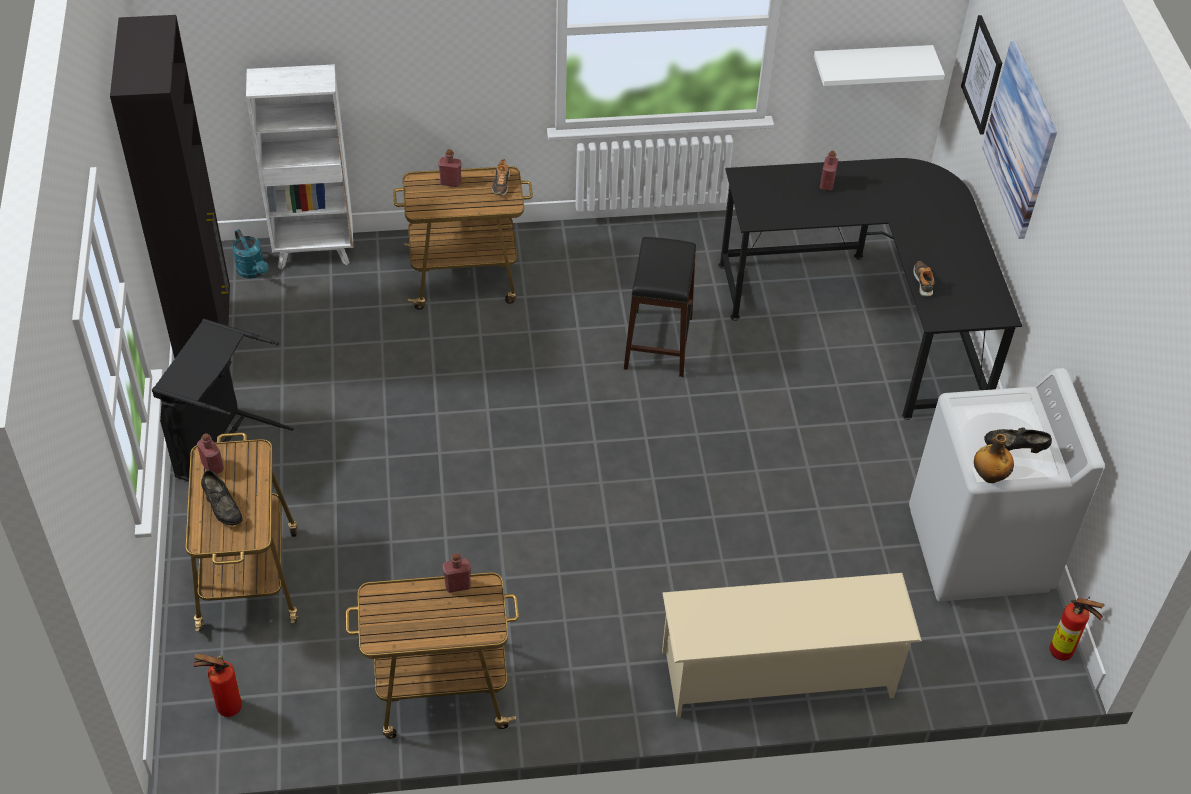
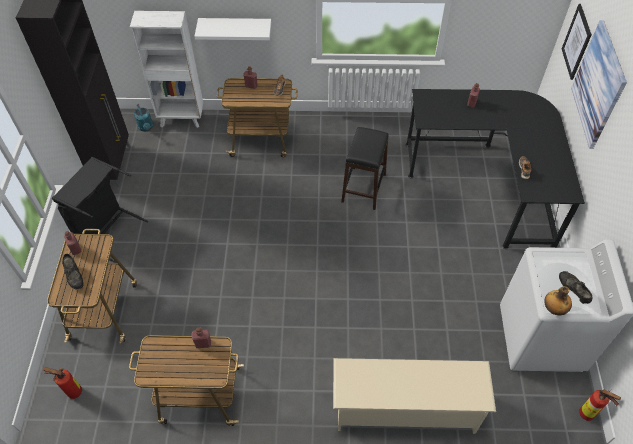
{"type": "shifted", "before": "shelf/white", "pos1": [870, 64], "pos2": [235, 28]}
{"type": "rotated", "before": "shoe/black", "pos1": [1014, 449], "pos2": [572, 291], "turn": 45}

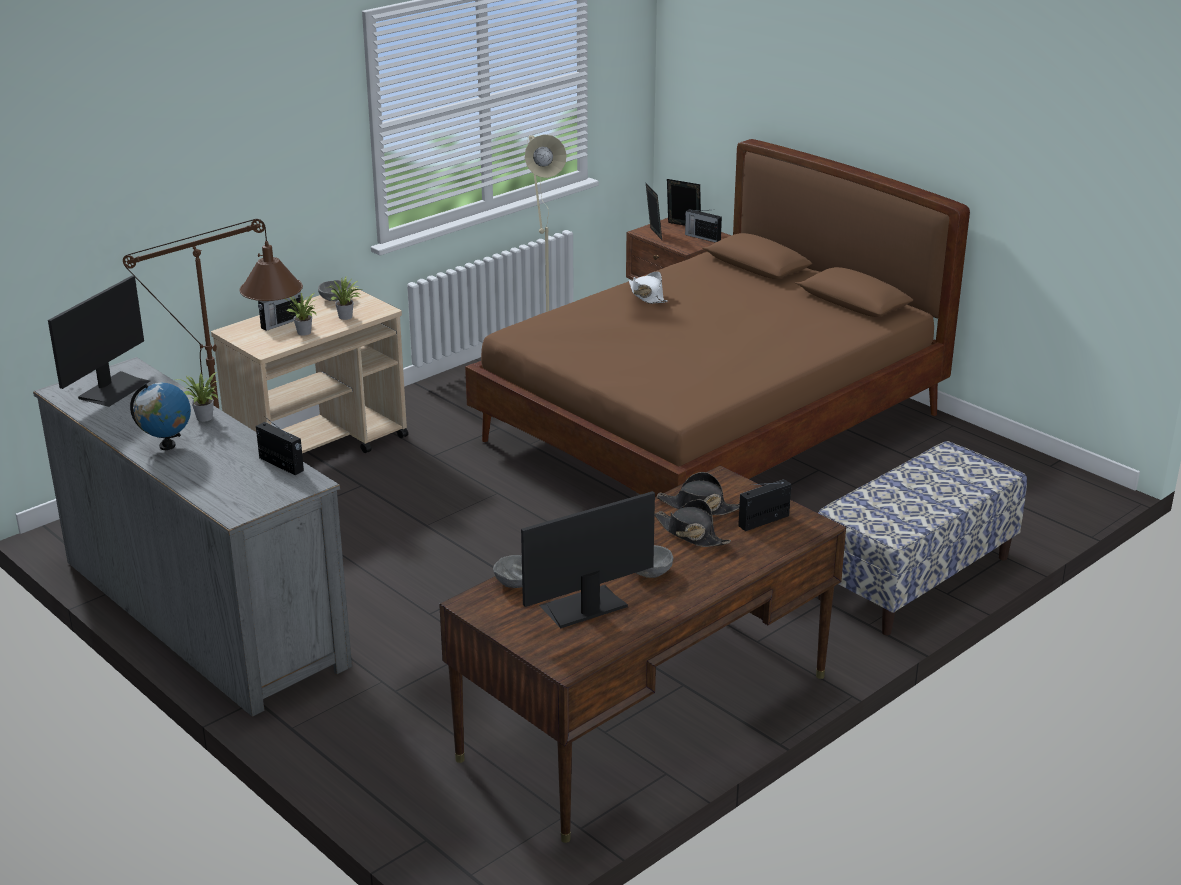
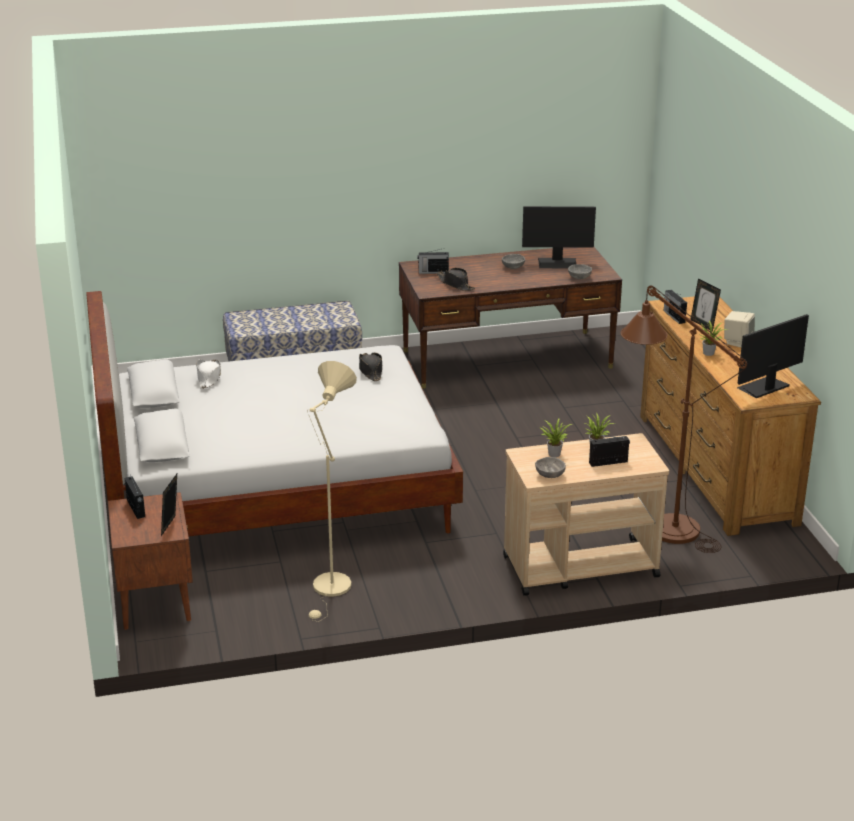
{"type": "repainted", "before": "bed/brown", "after": "bed/white", "pos1": [712, 430], "pos2": [275, 491]}
{"type": "shifted", "before": "picture frame", "pos1": [683, 226], "pos2": [703, 324]}
{"type": "shifted", "before": "hat/white", "pos1": [647, 295], "pos2": [209, 378]}
{"type": "repainted", "before": "dresser/grey", "after": "dresser/brown", "pos1": [202, 612], "pos2": [715, 468]}
{"type": "swapped", "before": "globe", "after": "speaker/beige", "pos1": [167, 446], "pos2": [737, 342]}
{"type": "shifted", "before": "hat/black", "pos1": [691, 534], "pos2": [370, 371]}

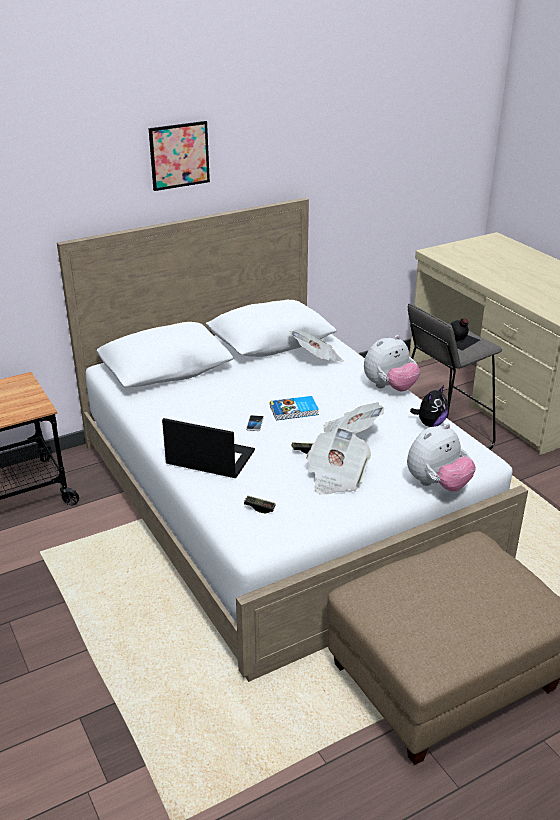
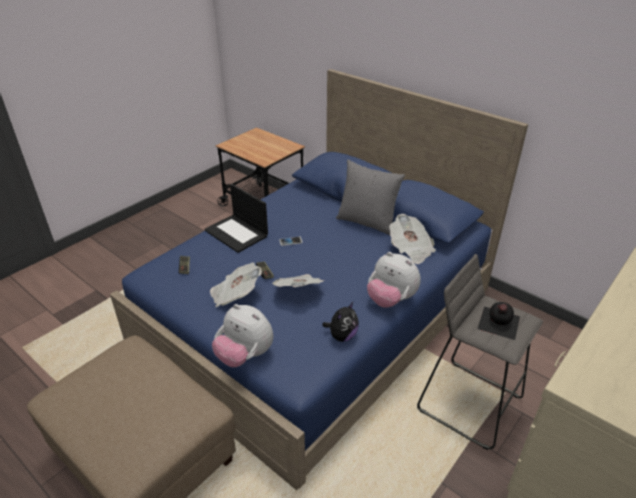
{"type": "gone", "before": "picture", "pos1": [179, 155]}
{"type": "repainted", "before": "bed/white", "after": "bed/blue", "pos1": [280, 499], "pos2": [319, 316]}
{"type": "rotated", "before": "plush toy", "pos1": [430, 424], "pos2": [342, 336], "turn": -75}
{"type": "gone", "before": "book", "pos1": [294, 411]}
{"type": "rotated", "before": "laptop", "pos1": [209, 458], "pos2": [237, 233], "turn": 135}
{"type": "new", "after": "pillow/grey", "pos2": [367, 222]}

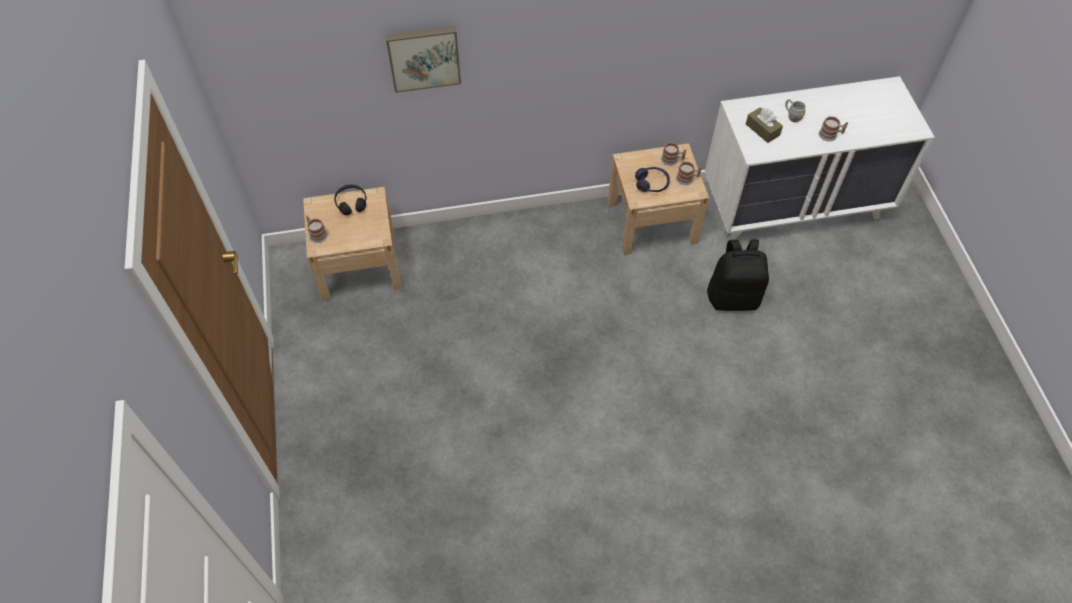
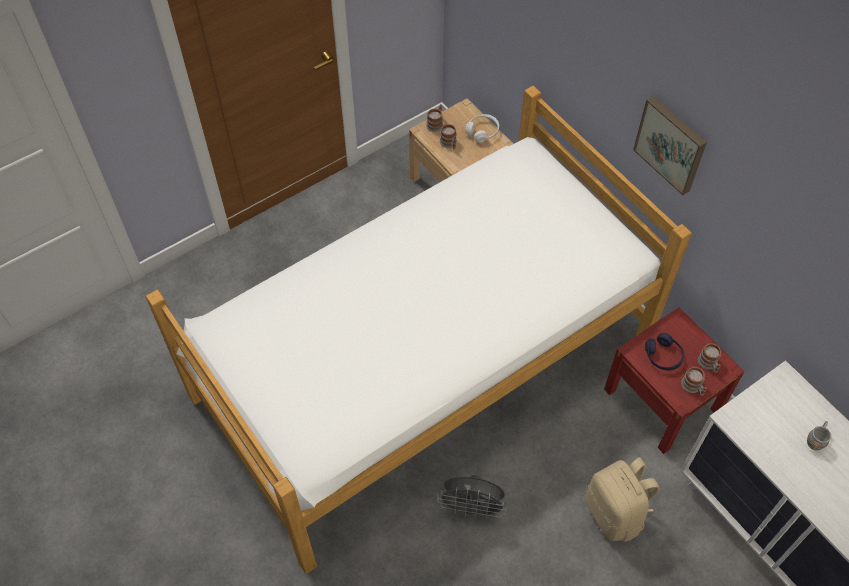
{"type": "shifted", "before": "picture", "pos1": [423, 57], "pos2": [671, 144]}
{"type": "gone", "before": "tissue box/brown", "pos1": [762, 130]}
{"type": "shifted", "before": "mug", "pos1": [830, 135], "pos2": [449, 144]}
{"type": "repainted", "before": "nightstand/beige", "after": "nightstand/red", "pos1": [652, 222], "pos2": [662, 400]}
{"type": "repainted", "before": "headphones/black", "after": "headphones/white", "pos1": [351, 203], "pos2": [482, 132]}
{"type": "repainted", "before": "backpack/black", "after": "backpack/beige", "pos1": [733, 297], "pos2": [615, 513]}
{"type": "new", "after": "bed", "pos2": [425, 367]}
{"type": "new", "after": "fan/grey", "pos2": [472, 508]}

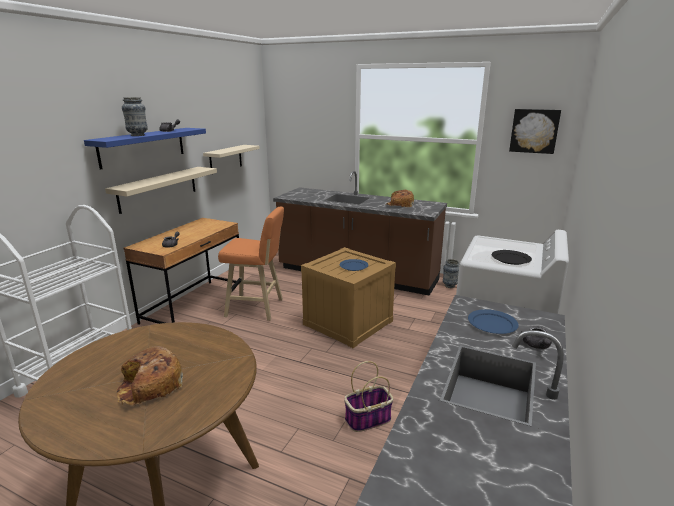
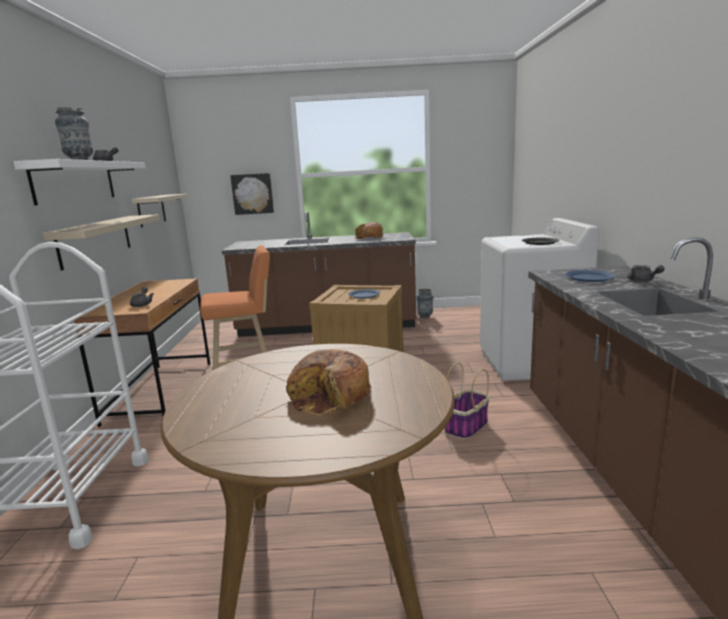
{"type": "shifted", "before": "picture", "pos1": [534, 131], "pos2": [252, 194]}
{"type": "repainted", "before": "shelf/blue", "after": "shelf/white", "pos1": [143, 147], "pos2": [75, 182]}

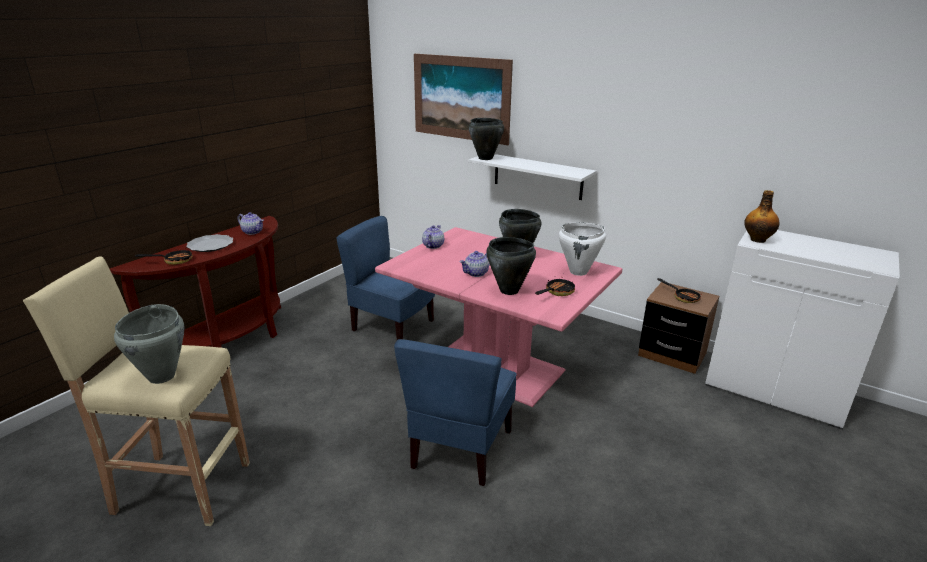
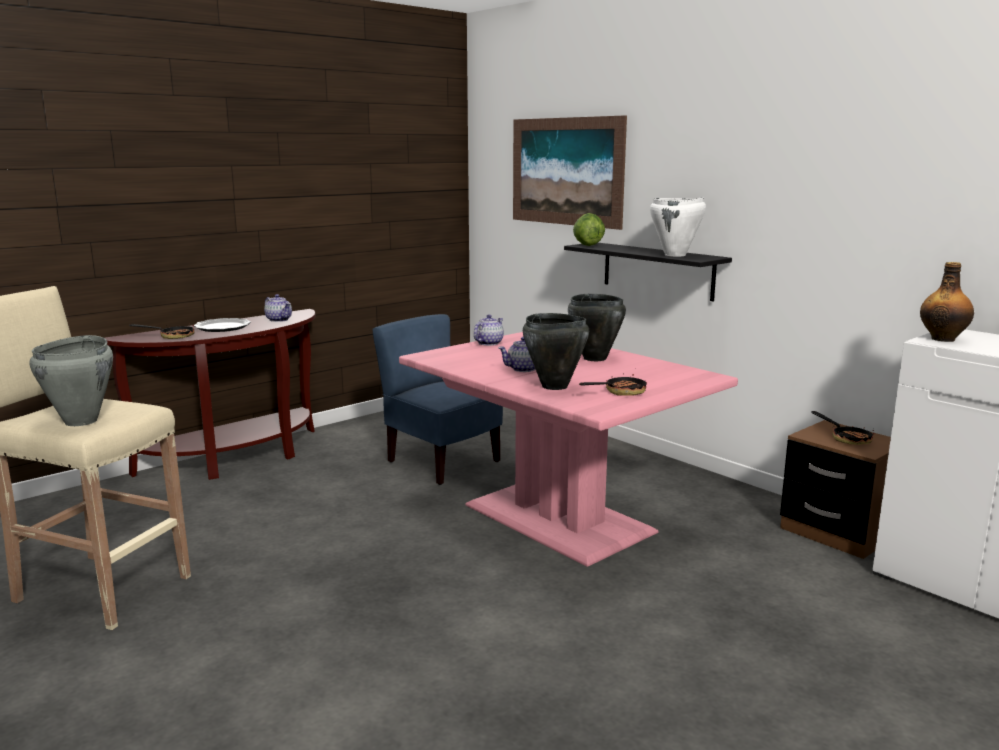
{"type": "swapped", "before": "cooking pot/black", "after": "lettuce", "pos1": [485, 158], "pos2": [587, 245]}
{"type": "repainted", "before": "shelf/white", "after": "shelf/black", "pos1": [537, 176], "pos2": [657, 270]}
{"type": "shifted", "before": "cooking pot/white", "pos1": [579, 272], "pos2": [675, 255]}
{"type": "gone", "before": "chair/blue", "pos1": [460, 449]}

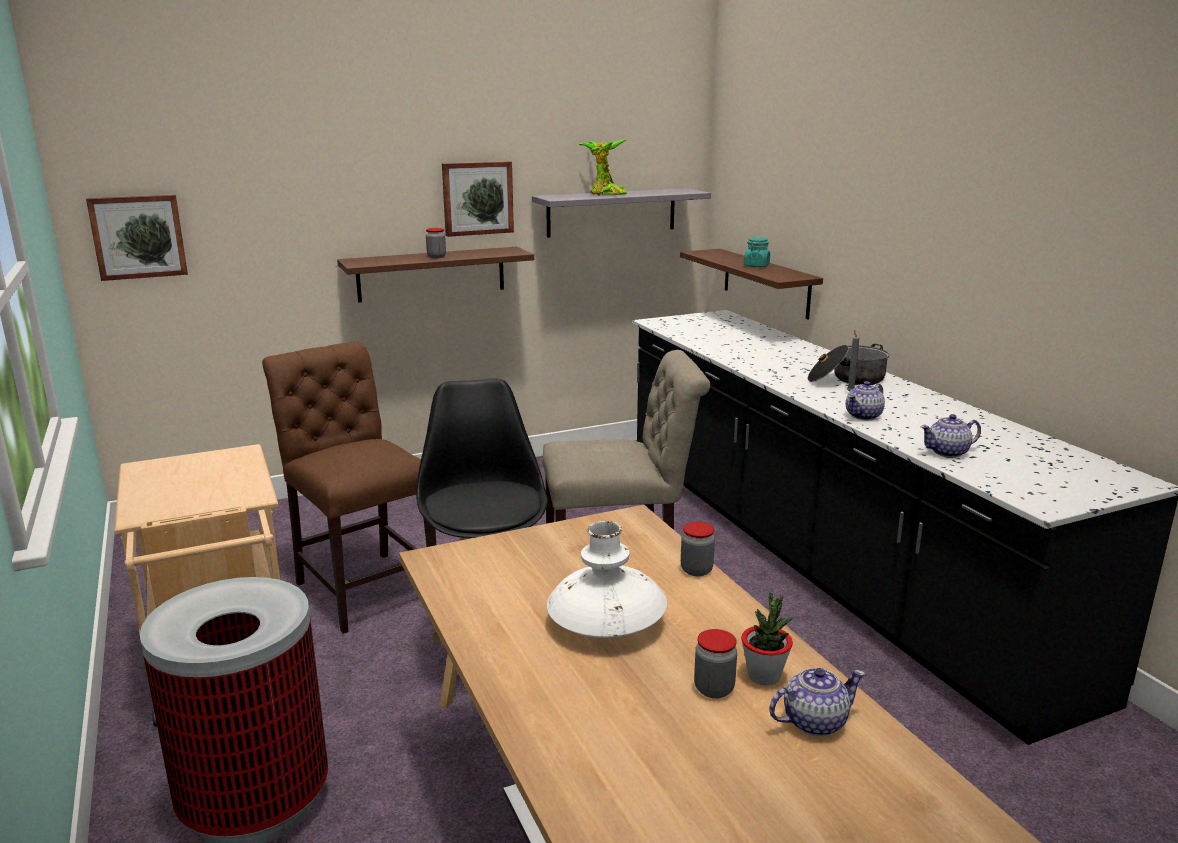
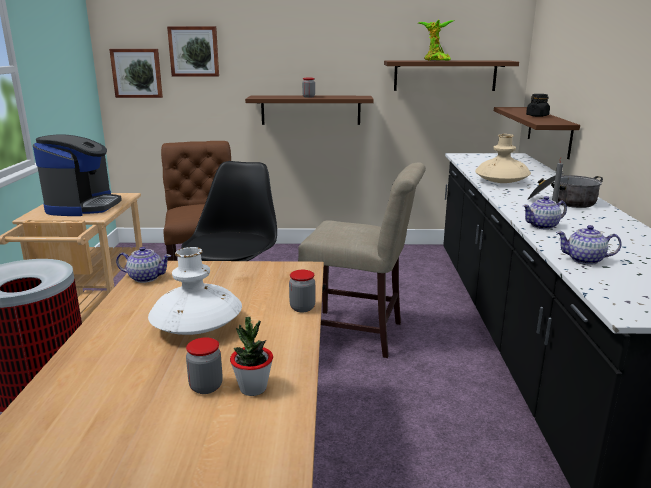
{"type": "shifted", "before": "picture", "pos1": [477, 198], "pos2": [194, 51]}
{"type": "repainted", "before": "shelf/grey", "after": "shelf/brown", "pos1": [611, 212], "pos2": [445, 75]}
{"type": "repainted", "before": "jar/turquoise", "after": "jar/black", "pos1": [756, 266], "pos2": [537, 116]}
{"type": "shifted", "before": "teapot", "pos1": [813, 722], "pos2": [145, 278]}
{"type": "new", "after": "coffee machine", "pos2": [83, 206]}
{"type": "new", "after": "vase/beige", "pos2": [501, 182]}

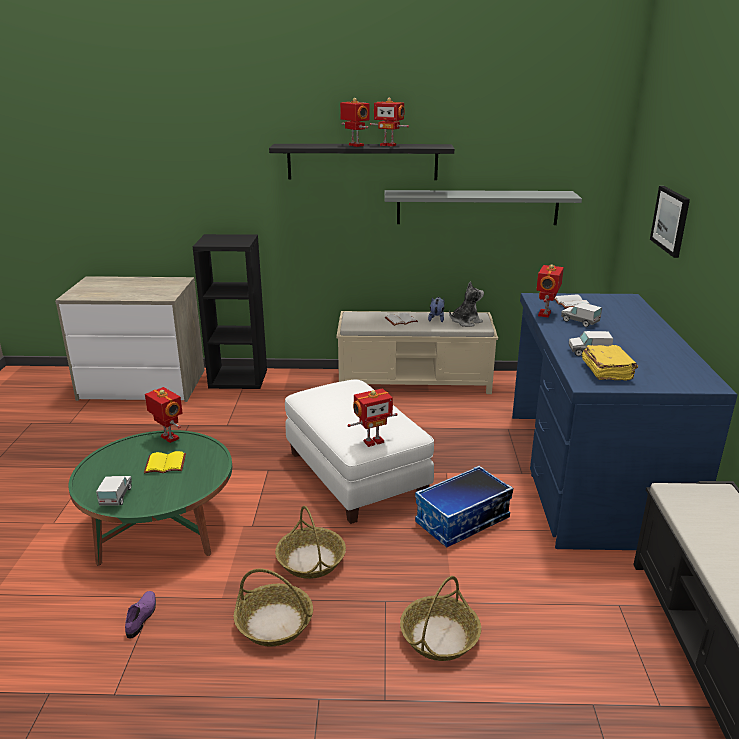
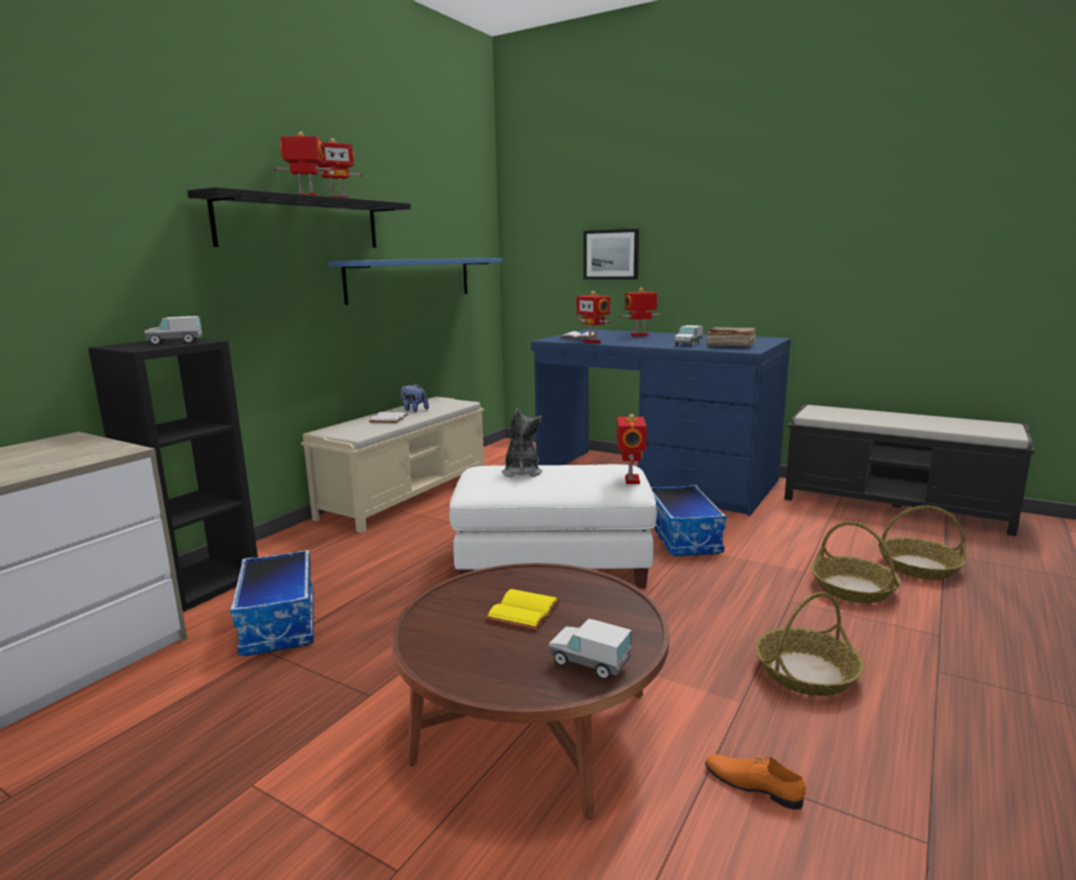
{"type": "repainted", "before": "shelf/grey", "after": "shelf/blue", "pos1": [477, 207], "pos2": [410, 279]}
{"type": "shifted", "before": "plush toy", "pos1": [465, 322], "pos2": [521, 472]}
{"type": "shifted", "before": "toy truck", "pos1": [580, 322], "pos2": [175, 342]}
{"type": "repainted", "before": "book/yellow", "after": "book/brown", "pos1": [607, 371], "pos2": [730, 346]}
{"type": "shifted", "before": "toy robot", "pos1": [168, 438], "pos2": [640, 335]}
{"type": "repainted", "before": "coffee table/green", "after": "coffee table/brown", "pos1": [161, 526], "pos2": [532, 727]}
{"type": "shifted", "before": "basket", "pos1": [310, 560], "pos2": [918, 567]}
{"type": "repainted", "before": "shoe/purple", "after": "shoe/orange", "pos1": [142, 616], "pos2": [753, 784]}
{"type": "new", "after": "storage box", "pos2": [281, 622]}

